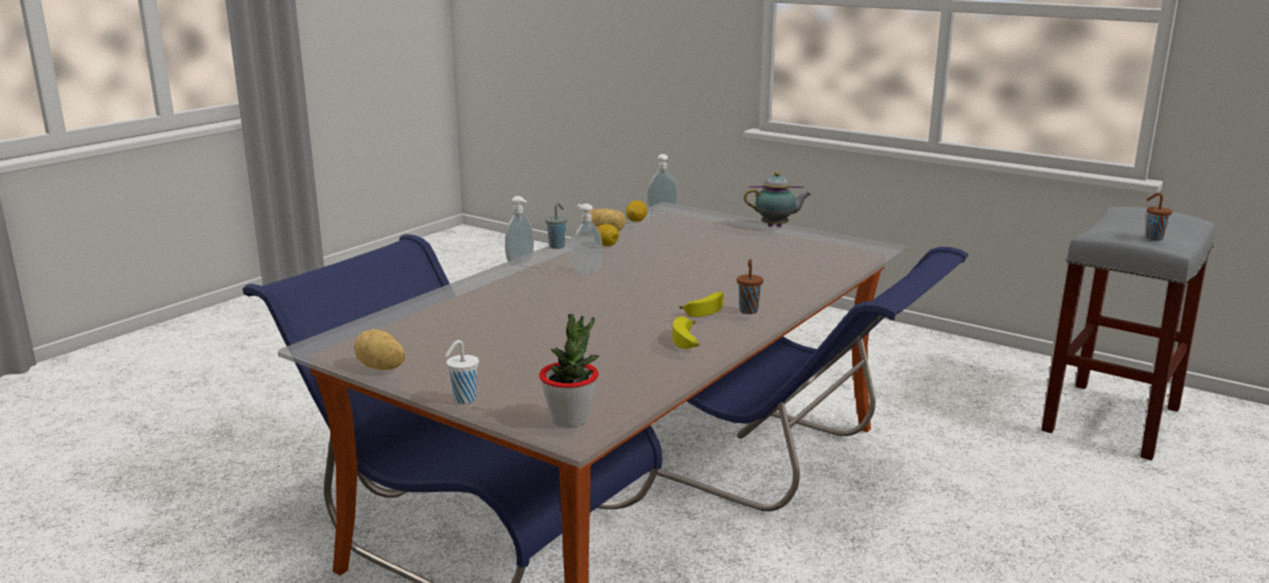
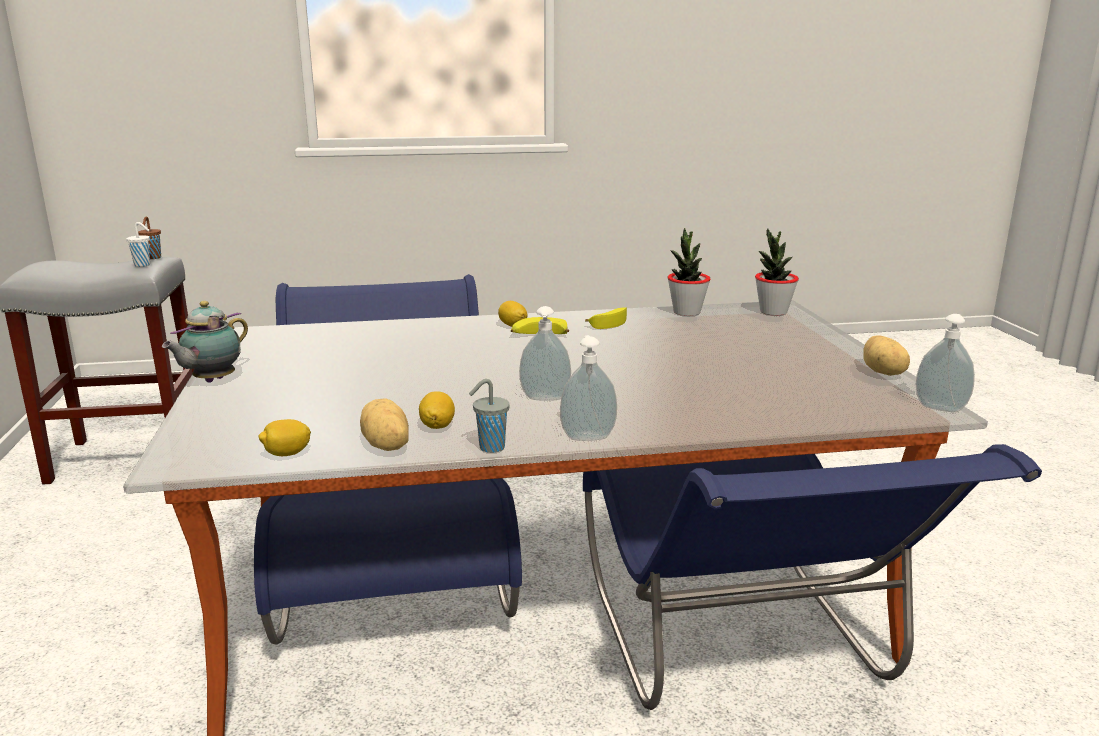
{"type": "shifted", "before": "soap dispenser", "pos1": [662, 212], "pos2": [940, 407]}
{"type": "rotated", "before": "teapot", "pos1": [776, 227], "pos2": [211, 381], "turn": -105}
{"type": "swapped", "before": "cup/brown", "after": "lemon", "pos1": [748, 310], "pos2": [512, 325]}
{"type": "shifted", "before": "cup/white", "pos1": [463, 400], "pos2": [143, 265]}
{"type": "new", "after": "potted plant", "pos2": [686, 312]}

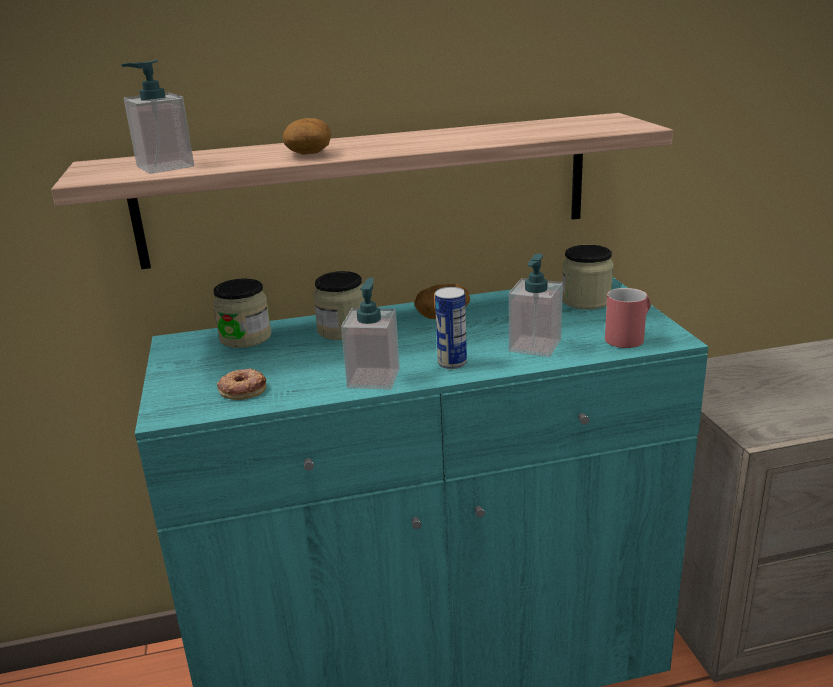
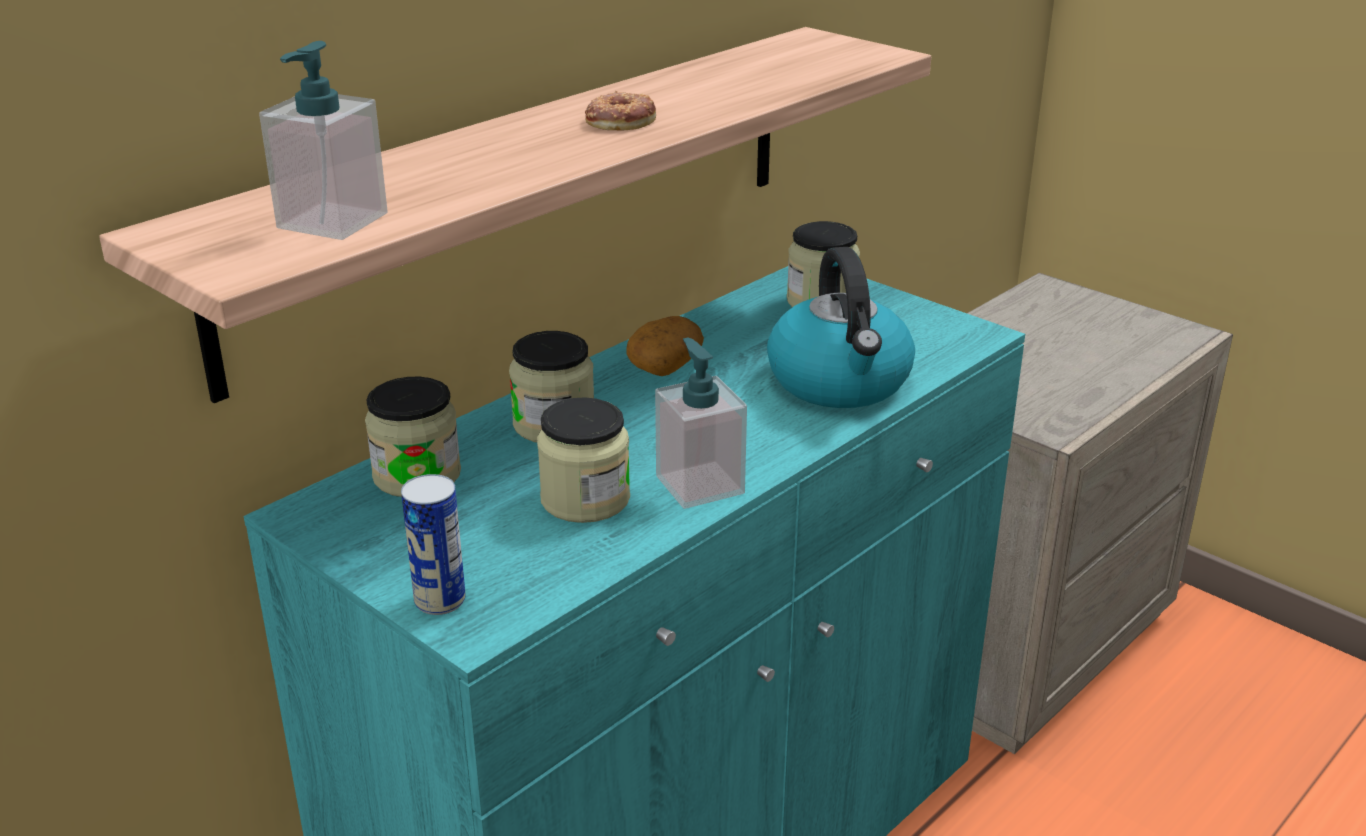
{"type": "gone", "before": "potato", "pos1": [309, 154]}
{"type": "swapped", "before": "soap dispenser", "after": "kettle", "pos1": [535, 346], "pos2": [840, 382]}
{"type": "shifted", "before": "can", "pos1": [452, 363], "pos2": [440, 600]}
{"type": "gone", "before": "mug/red", "pos1": [629, 337]}
{"type": "shifted", "before": "donut", "pos1": [243, 389], "pos2": [620, 120]}
{"type": "new", "after": "jar", "pos2": [585, 499]}

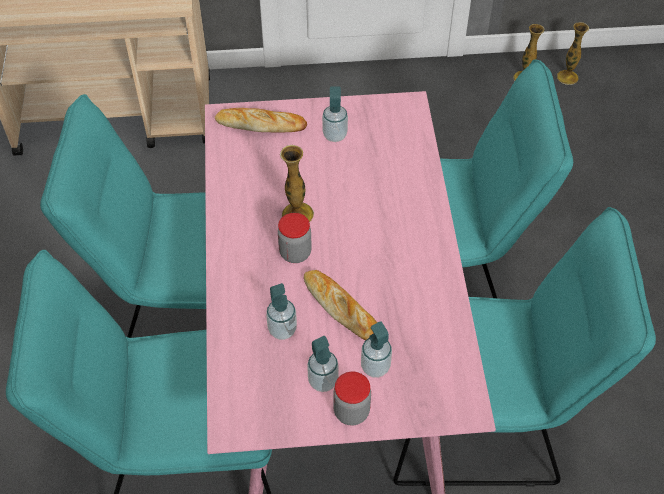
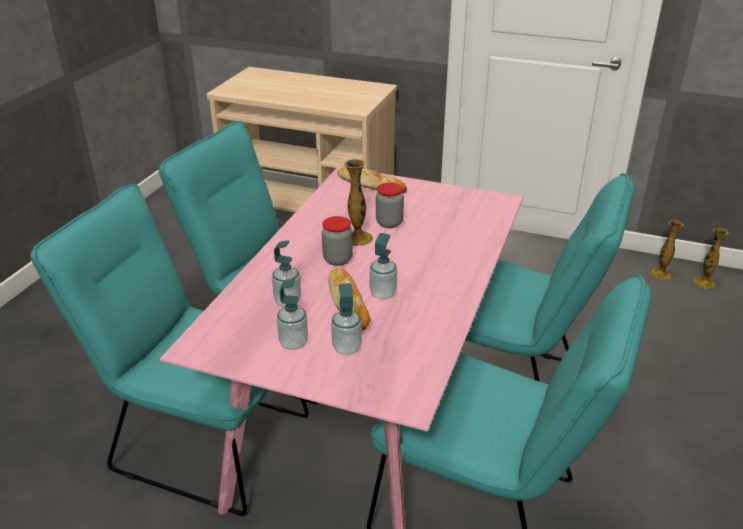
{"type": "shifted", "before": "soap dispenser", "pos1": [335, 135], "pos2": [383, 294]}
{"type": "shifted", "before": "jar", "pos1": [351, 411], "pos2": [389, 223]}

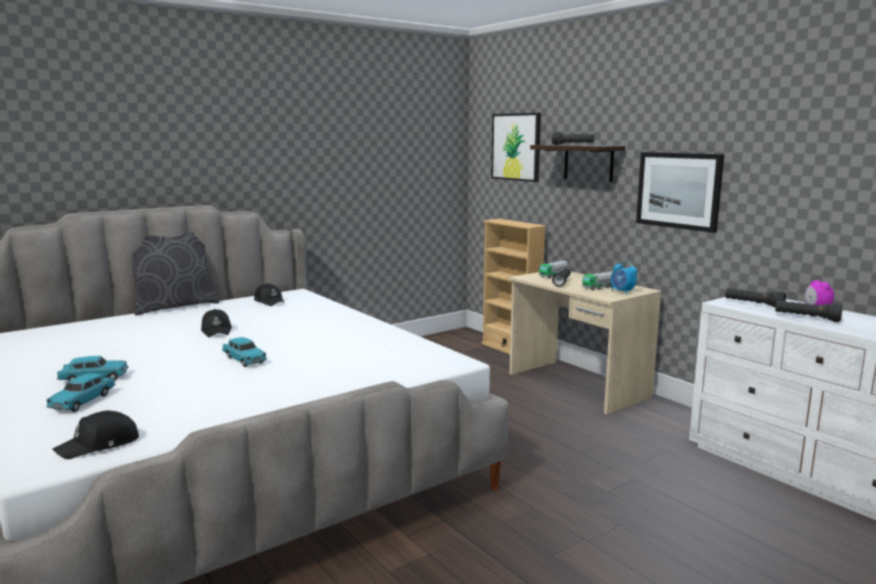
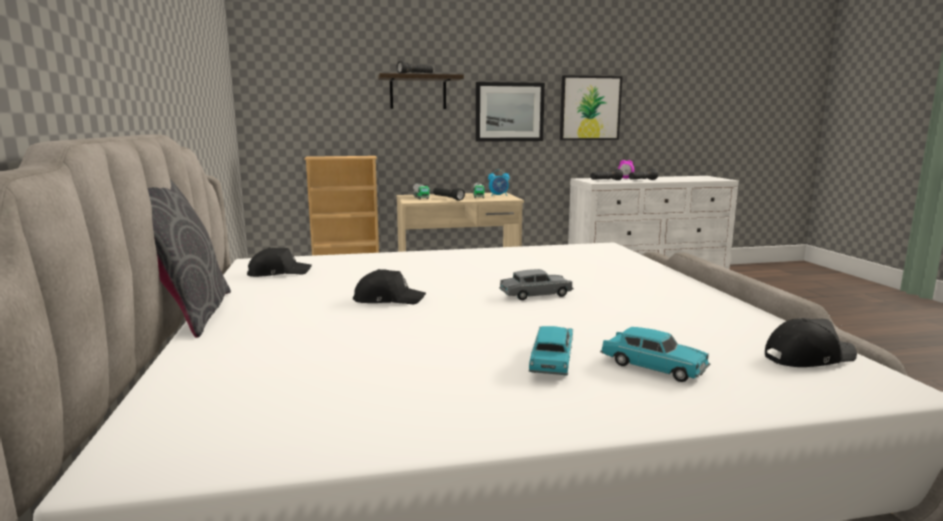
{"type": "shifted", "before": "picture", "pos1": [516, 147], "pos2": [590, 108]}
{"type": "repainted", "before": "toy car/turquoise", "after": "toy car/grey", "pos1": [244, 360], "pos2": [535, 295]}
{"type": "rotated", "before": "cap/black", "pos1": [100, 445], "pos2": [808, 357], "turn": -90}

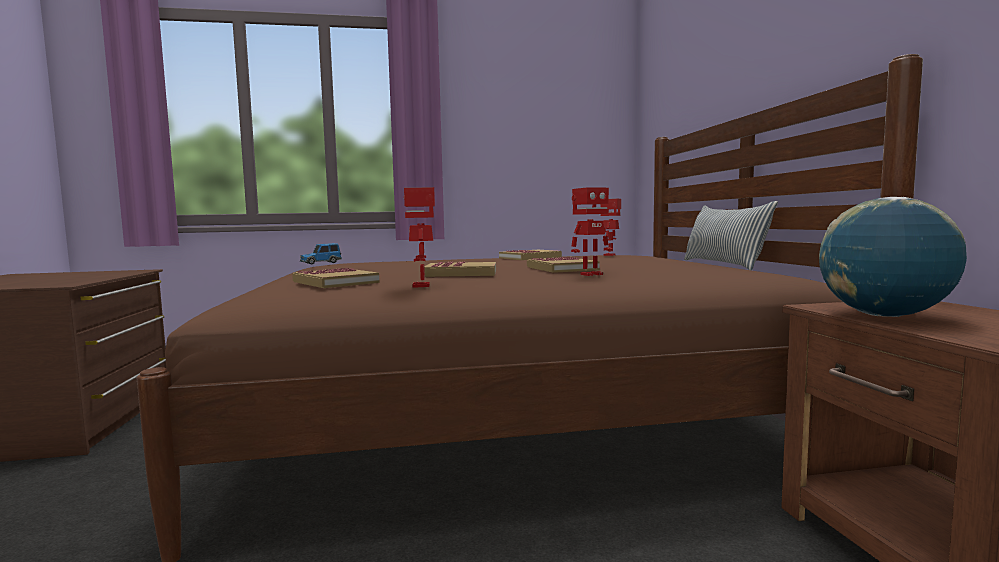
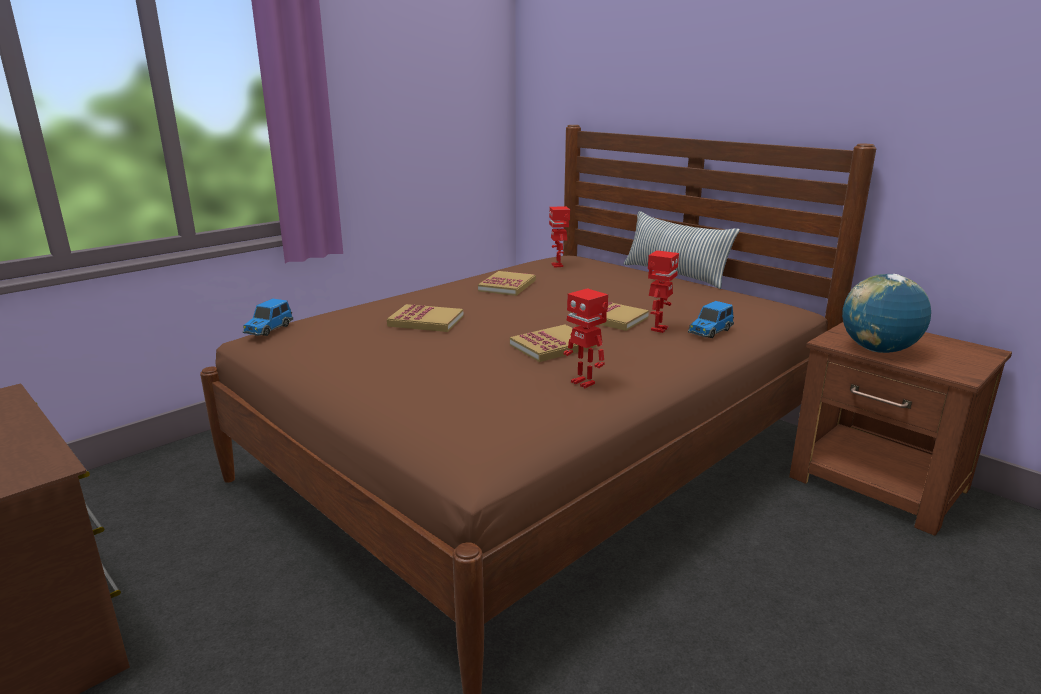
{"type": "shifted", "before": "book", "pos1": [335, 282], "pos2": [426, 321]}
{"type": "new", "after": "toy car", "pos2": [709, 331]}

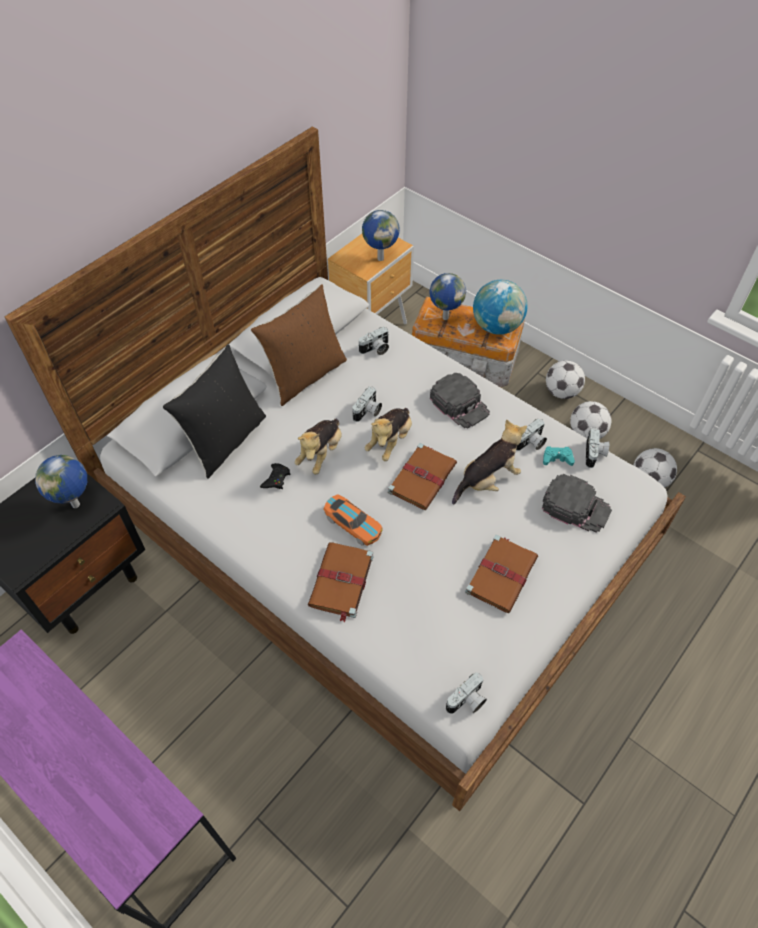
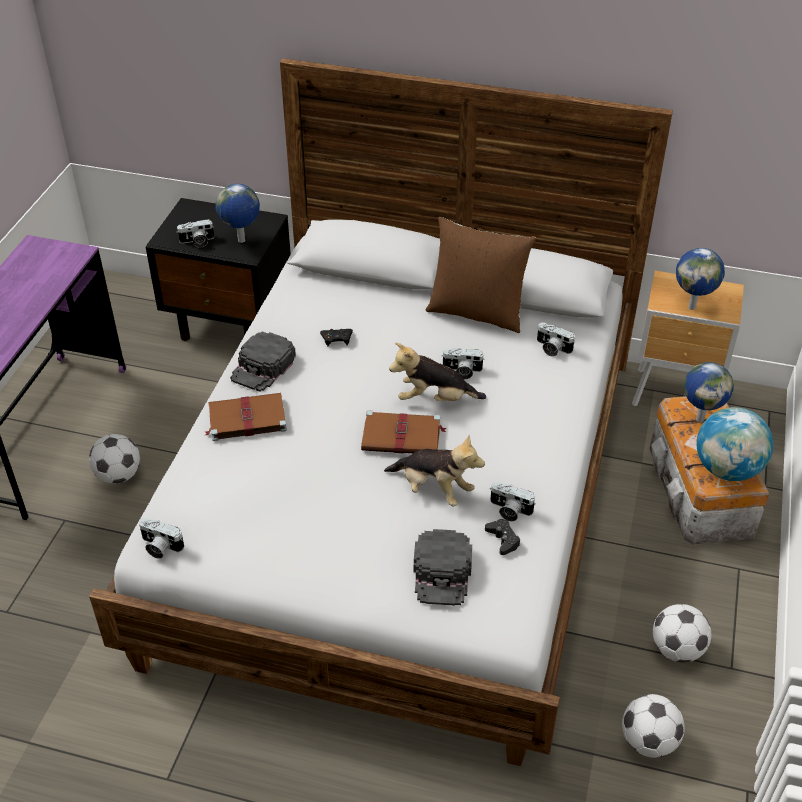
{"type": "gone", "before": "pillow/black", "pos1": [225, 440]}
{"type": "shifted", "before": "football", "pos1": [561, 392], "pos2": [118, 475]}
{"type": "shifted", "before": "cap/black", "pos1": [460, 404], "pos2": [263, 367]}
{"type": "gone", "before": "plush toy", "pos1": [321, 453]}
{"type": "shifted", "before": "photo camera", "pos1": [595, 454], "pos2": [197, 242]}
{"type": "repainted", "before": "game controller/turquoise", "after": "game controller/black", "pos1": [557, 458], "pos2": [503, 539]}
{"type": "gone", "before": "toy car", "pos1": [353, 524]}
{"type": "gone", "before": "book/brown", "pos1": [502, 574]}

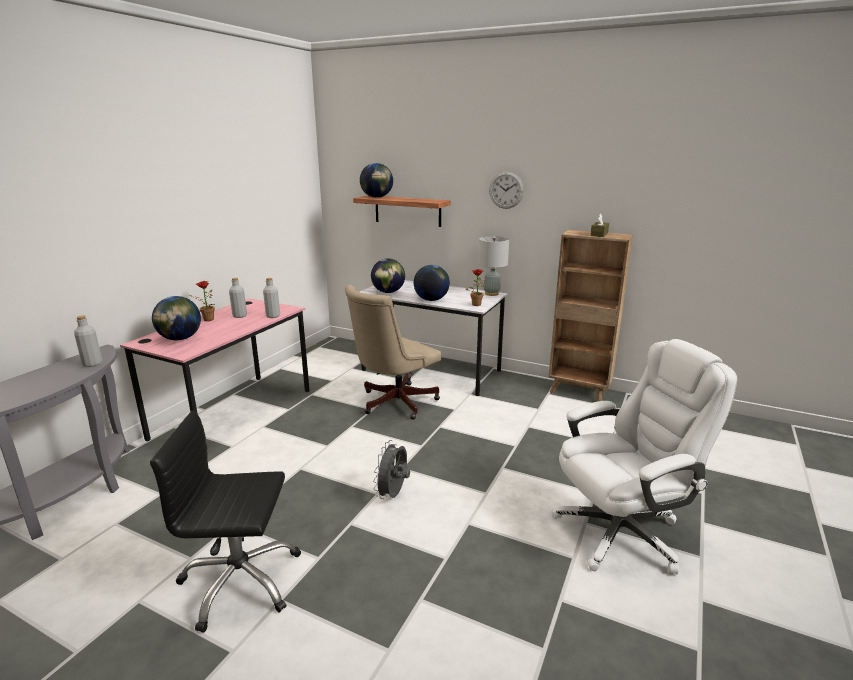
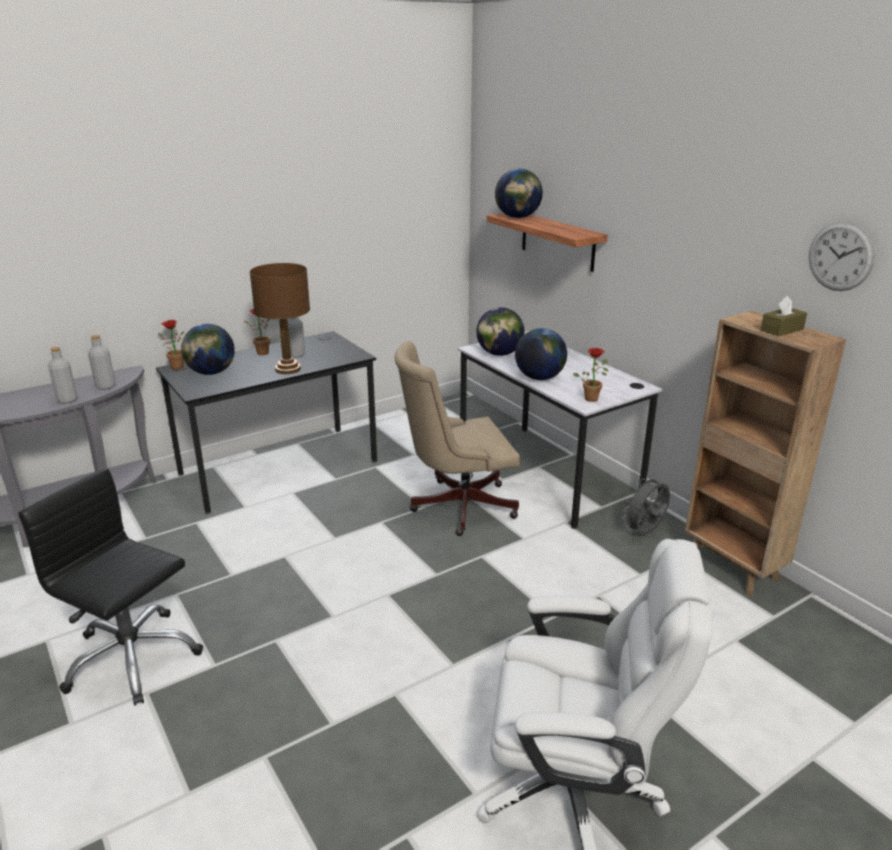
{"type": "shifted", "before": "wall clock", "pos1": [506, 190], "pos2": [840, 256]}
{"type": "gone", "before": "table lamp/grey", "pos1": [491, 293]}
{"type": "shifted", "before": "bottle/grey", "pos1": [273, 316], "pos2": [67, 400]}
{"type": "repainted", "before": "desk/pink", "after": "desk/black", "pos1": [234, 413], "pos2": [279, 467]}
{"type": "shifted", "before": "fan/grey", "pos1": [393, 494], "pos2": [645, 532]}
{"type": "new", "after": "table lamp/brown", "pos2": [288, 369]}
{"type": "new", "after": "potted plant", "pos2": [175, 367]}

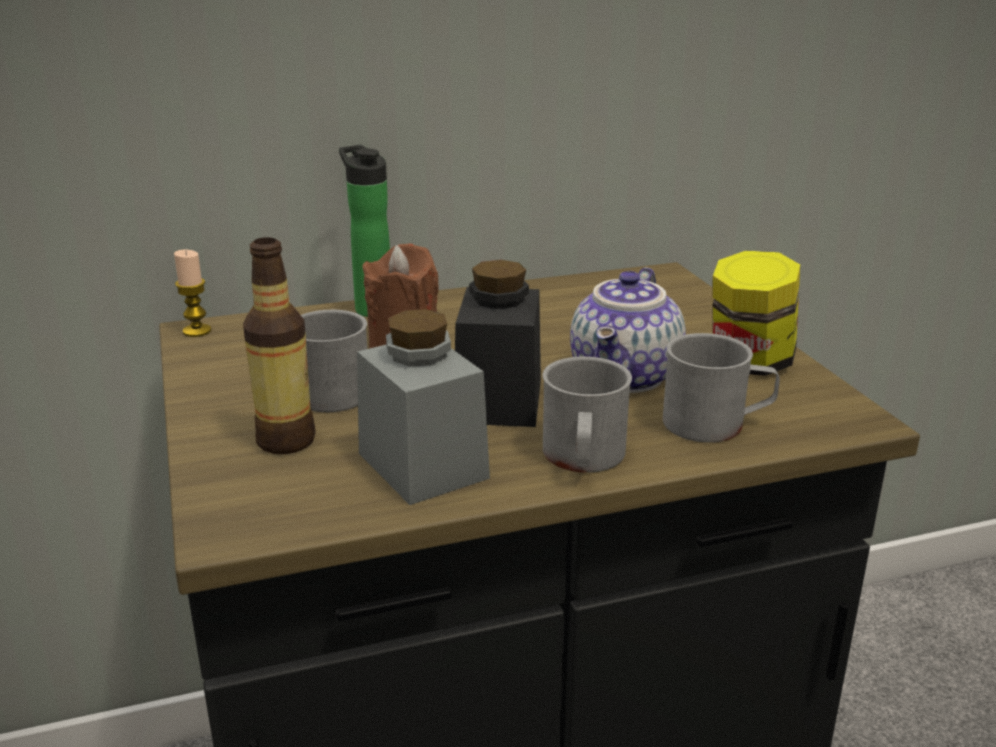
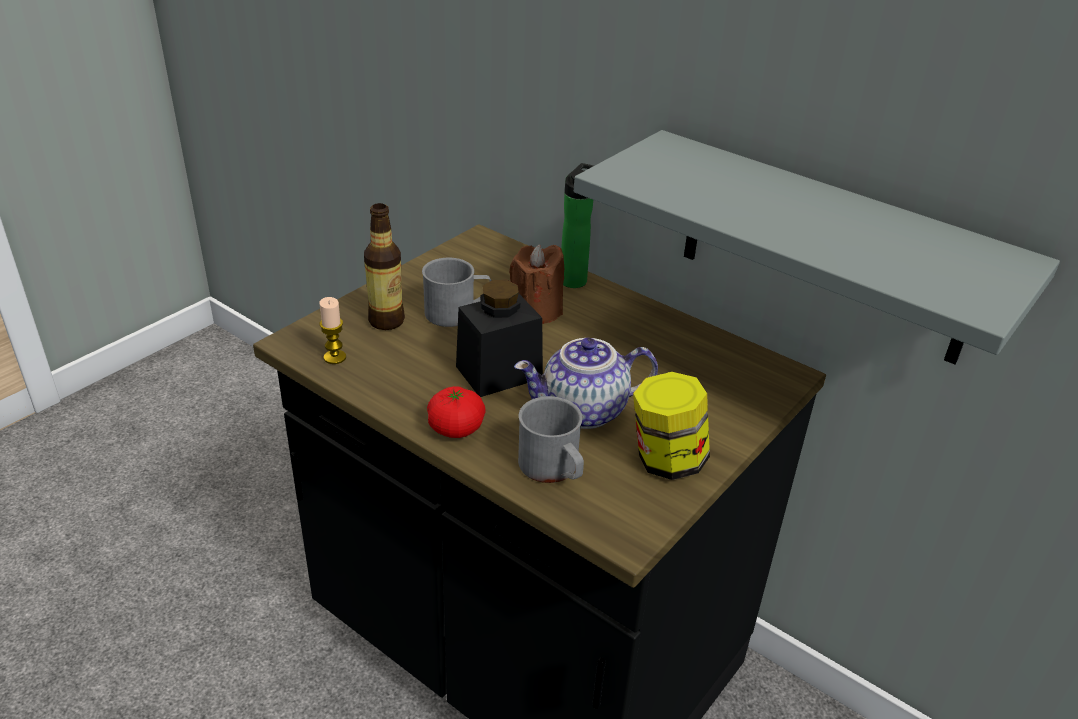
{"type": "shifted", "before": "candle", "pos1": [197, 331], "pos2": [335, 357]}
{"type": "gone", "before": "jar/grey", "pos1": [423, 465]}
{"type": "swapped", "before": "mug/grey", "after": "tomato", "pos1": [583, 459], "pos2": [456, 428]}
{"type": "new", "after": "shelf/grey", "pos2": [825, 248]}

